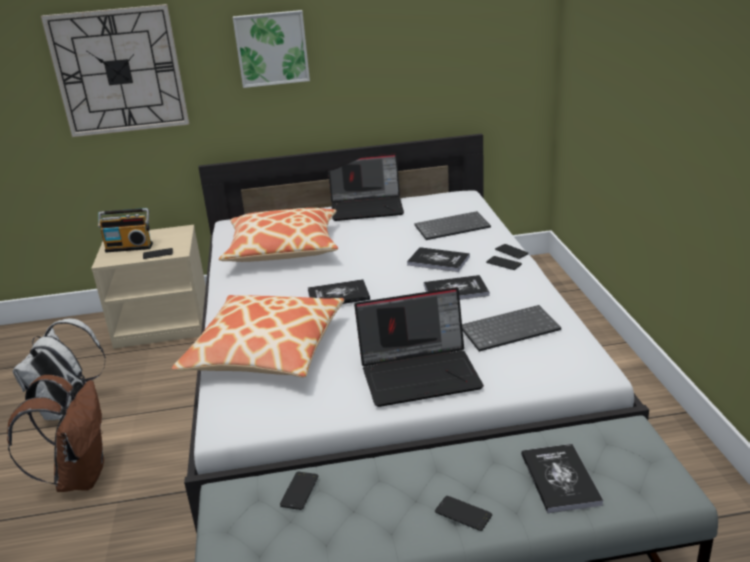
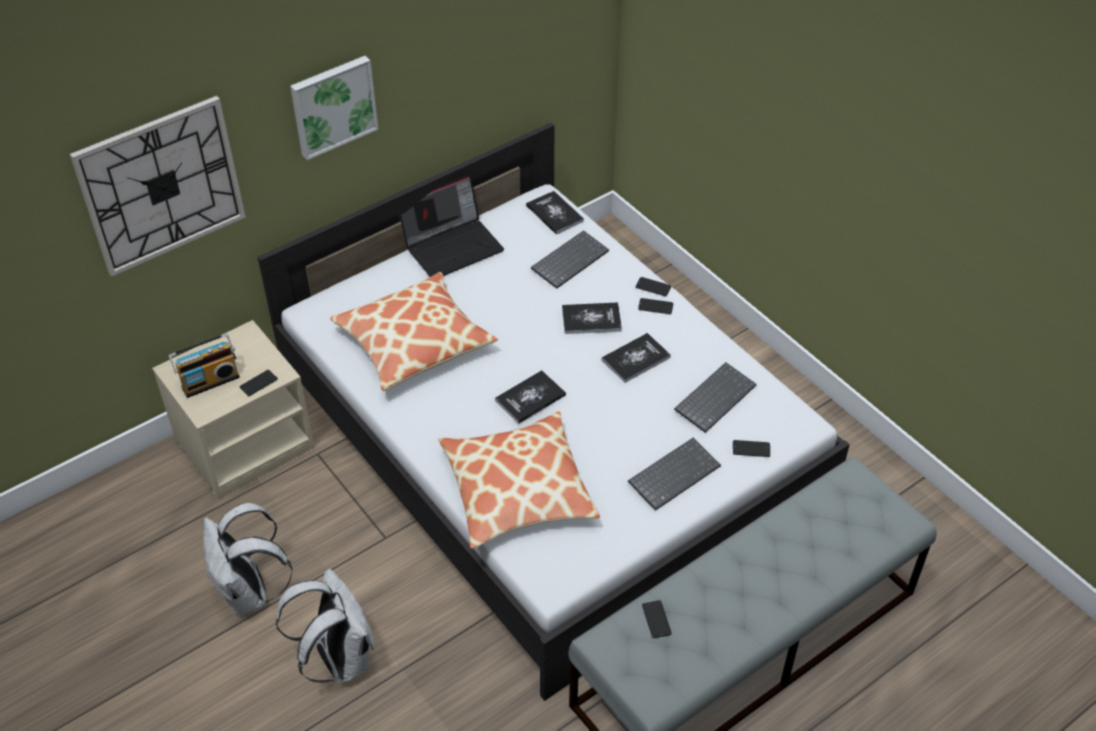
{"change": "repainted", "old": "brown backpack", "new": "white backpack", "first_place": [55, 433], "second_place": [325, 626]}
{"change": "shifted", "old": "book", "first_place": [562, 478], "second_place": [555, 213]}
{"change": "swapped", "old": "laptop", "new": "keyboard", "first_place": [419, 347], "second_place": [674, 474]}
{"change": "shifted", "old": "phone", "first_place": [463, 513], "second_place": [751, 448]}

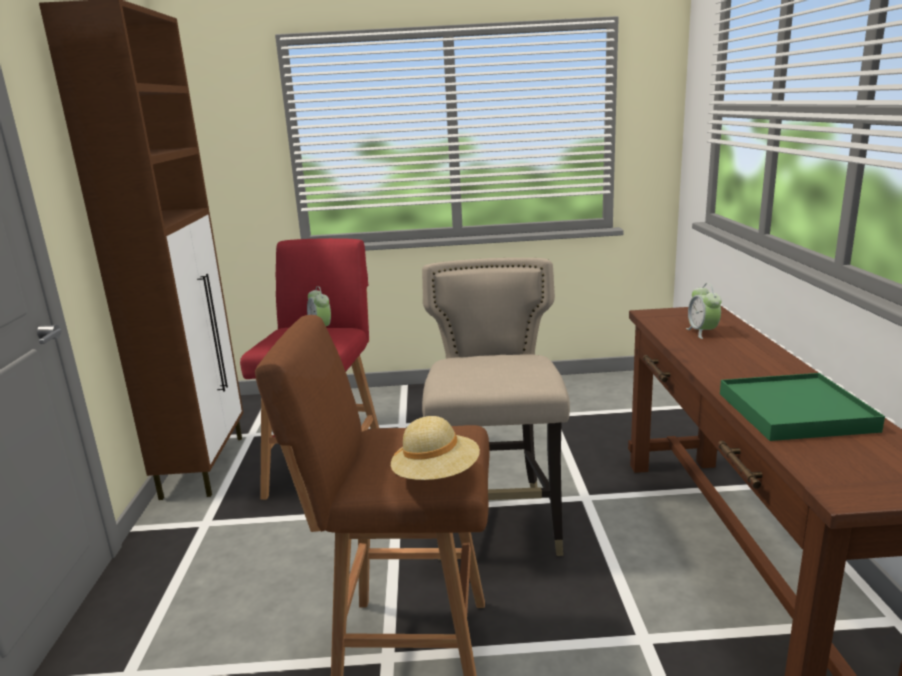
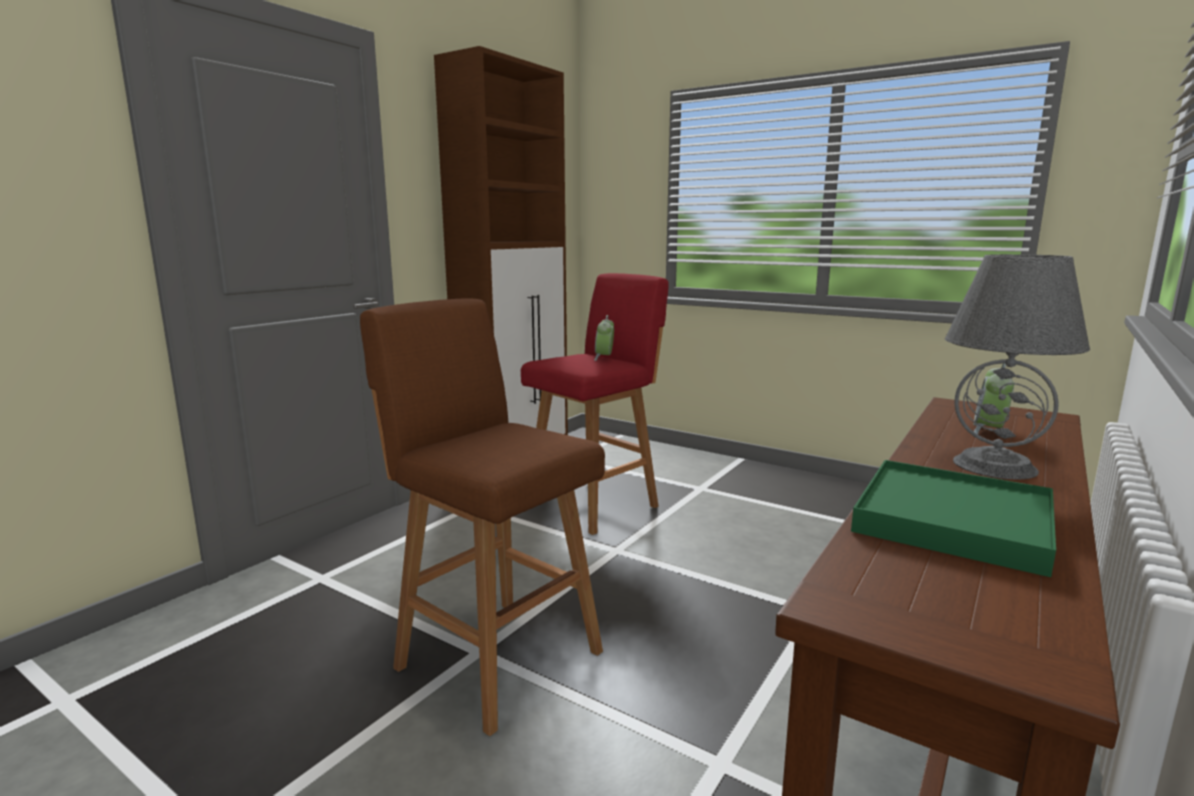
{"change": "new", "new": "grey table lamp", "second_place": [1017, 367]}
{"change": "gone", "old": "beige hat", "first_place": [435, 448]}
{"change": "gone", "old": "beige stool", "first_place": [496, 409]}

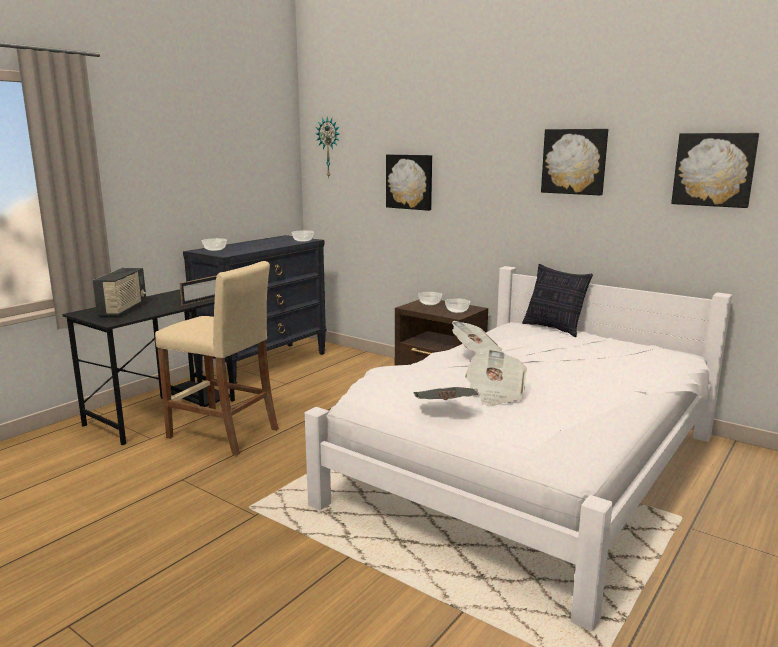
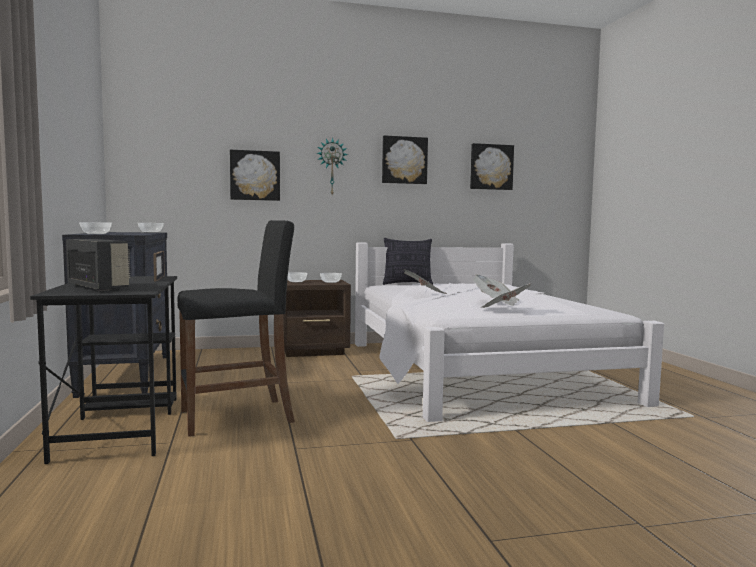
{"change": "repainted", "old": "beige stool", "new": "black stool", "first_place": [217, 358], "second_place": [236, 328]}
{"change": "shifted", "old": "wall clock", "first_place": [328, 148], "second_place": [332, 166]}

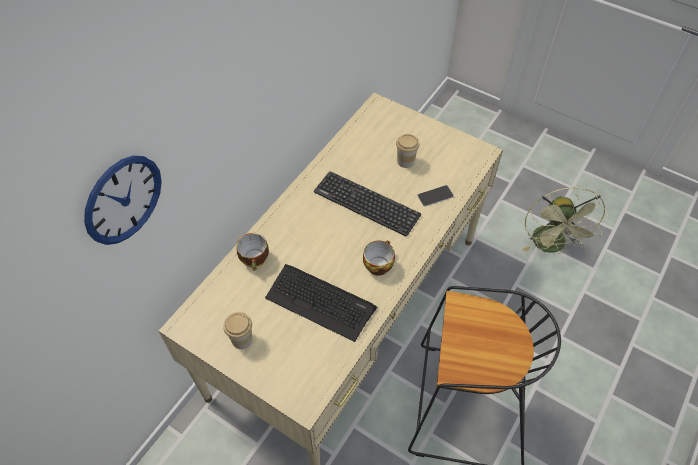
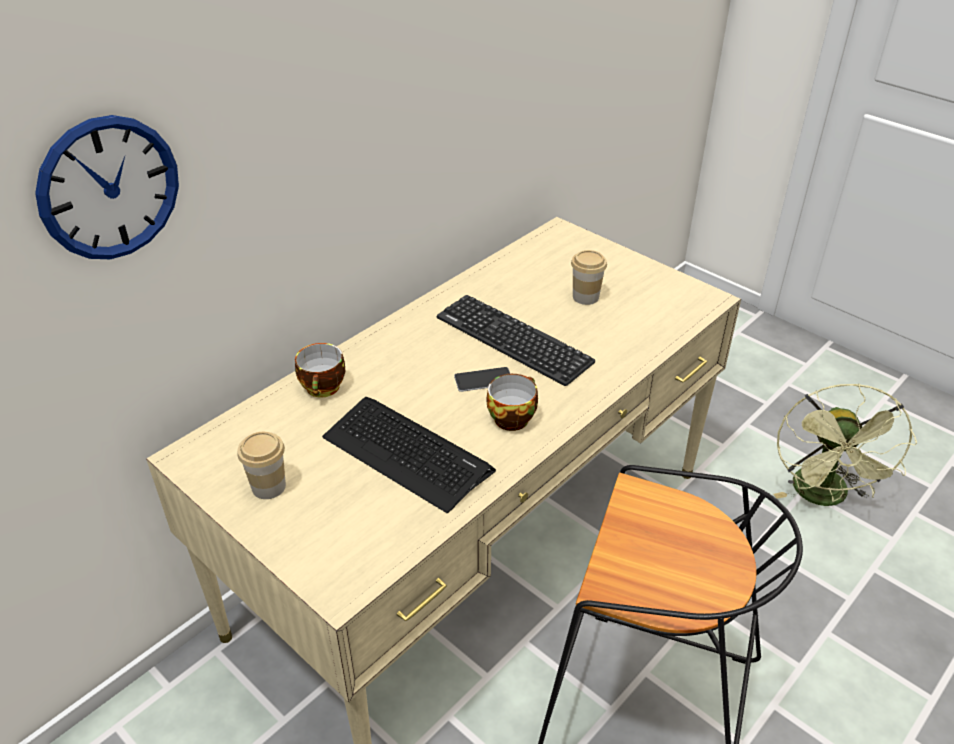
{"change": "shifted", "old": "phone", "first_place": [435, 196], "second_place": [482, 379]}

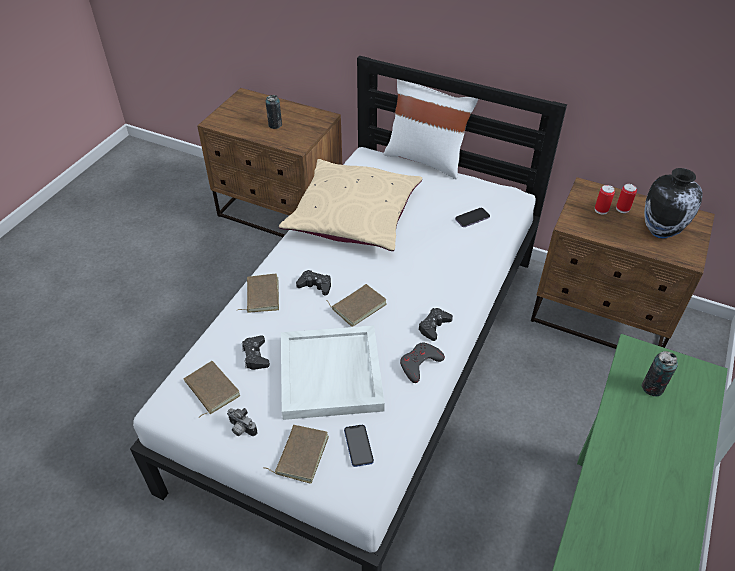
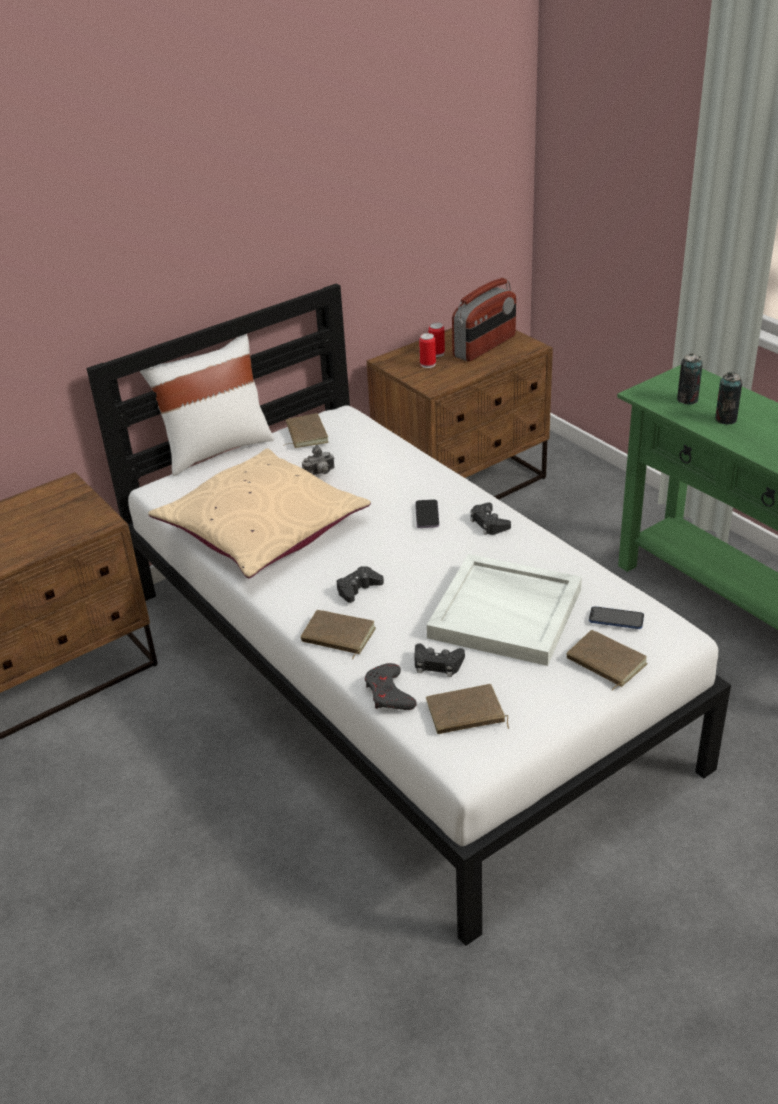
{"change": "shifted", "old": "brown book", "first_place": [356, 305], "second_place": [305, 430]}
{"change": "shifted", "old": "photo camera", "first_place": [242, 422], "second_place": [318, 460]}
{"change": "shifted", "old": "grey game controller", "first_place": [422, 363], "second_place": [391, 686]}
{"change": "shifted", "old": "phone", "first_place": [472, 217], "second_place": [427, 514]}
{"change": "swapped", "old": "vase", "new": "radio", "first_place": [673, 203], "second_place": [484, 320]}
{"change": "shifted", "old": "can", "first_place": [274, 112], "second_place": [728, 399]}

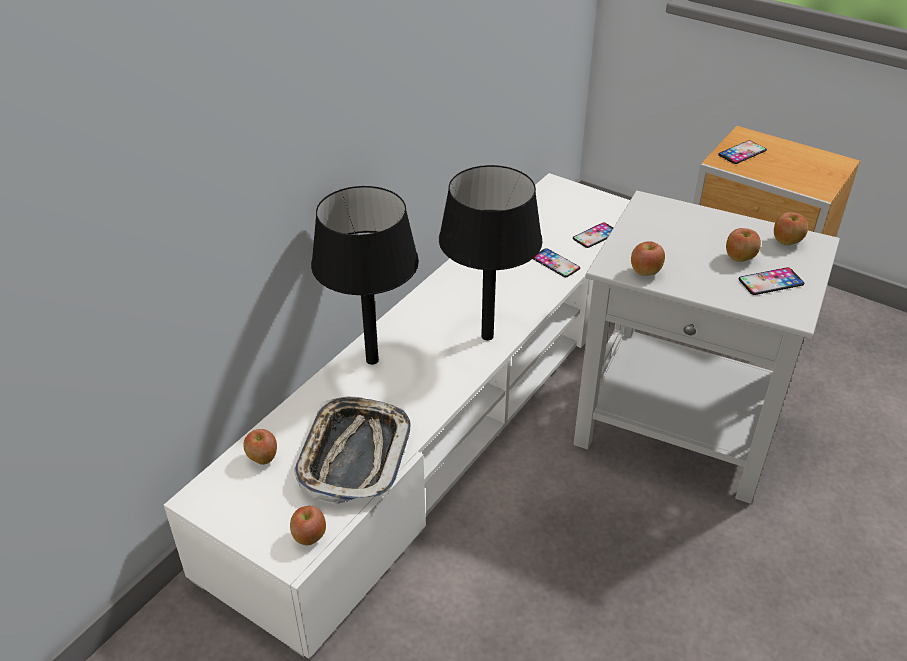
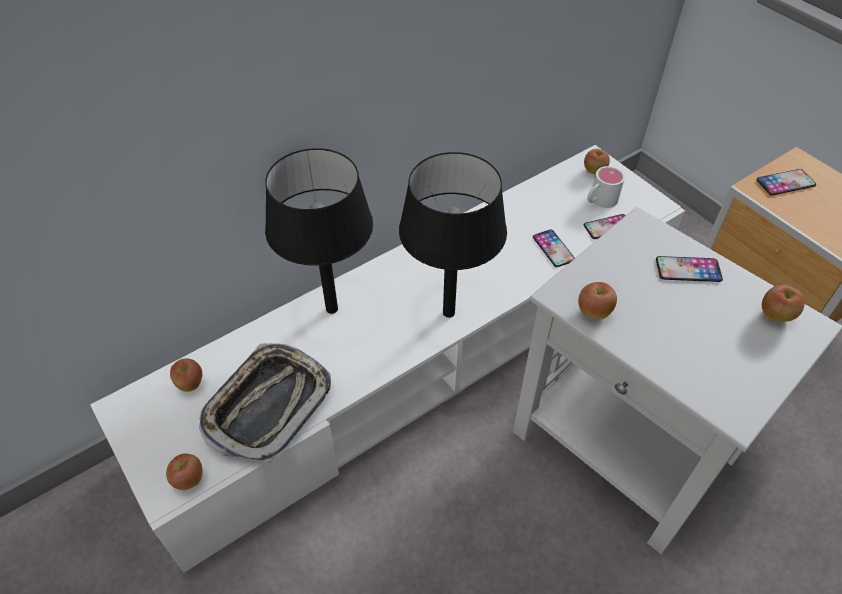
{"change": "shifted", "old": "apple", "first_place": [743, 245], "second_place": [597, 161]}
{"change": "new", "new": "white mug", "second_place": [606, 187]}
{"change": "shifted", "old": "phone", "first_place": [771, 281], "second_place": [689, 269]}

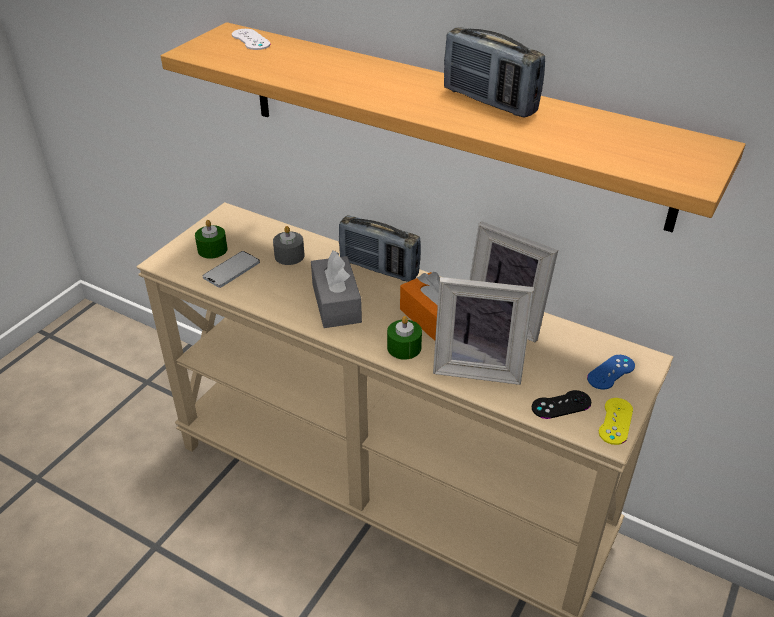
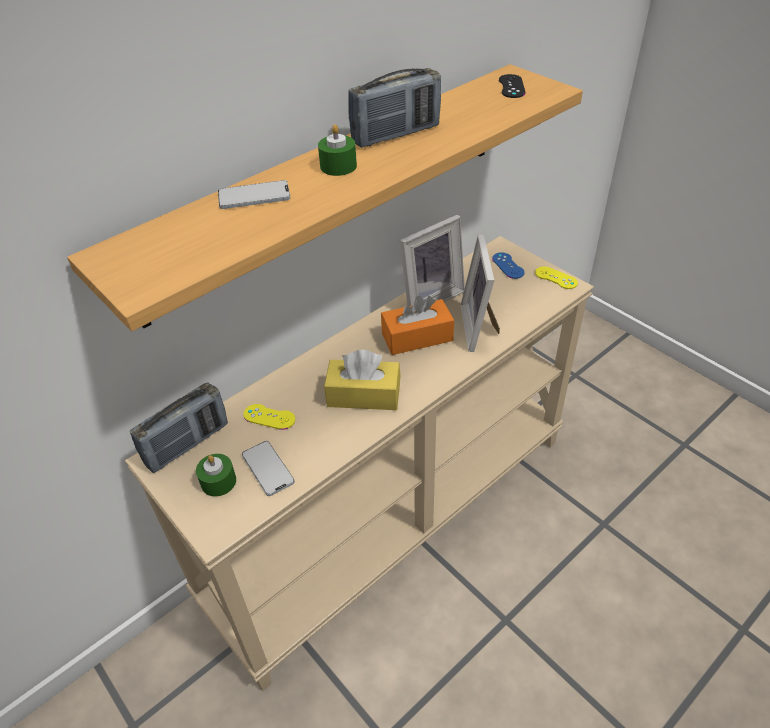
{"change": "shifted", "old": "radio", "first_place": [380, 248], "second_place": [179, 427]}
{"change": "new", "new": "phone", "second_place": [254, 194]}
{"change": "swapped", "old": "grey candle", "new": "yellow game controller", "first_place": [289, 245], "second_place": [269, 417]}
{"change": "shifted", "old": "green candle", "first_place": [404, 338], "second_place": [337, 150]}
{"change": "repainted", "old": "grey tissue box", "new": "yellow tissue box", "first_place": [336, 289], "second_place": [362, 380]}
{"change": "rotated", "old": "picture frame", "first_place": [483, 331], "second_place": [480, 293], "degrees": 150}
{"change": "shifted", "old": "black game controller", "first_place": [561, 404], "second_place": [512, 86]}
{"change": "gone", "old": "white game controller", "first_place": [251, 39]}

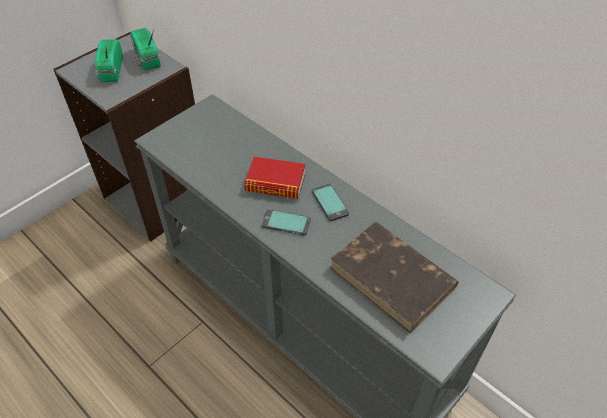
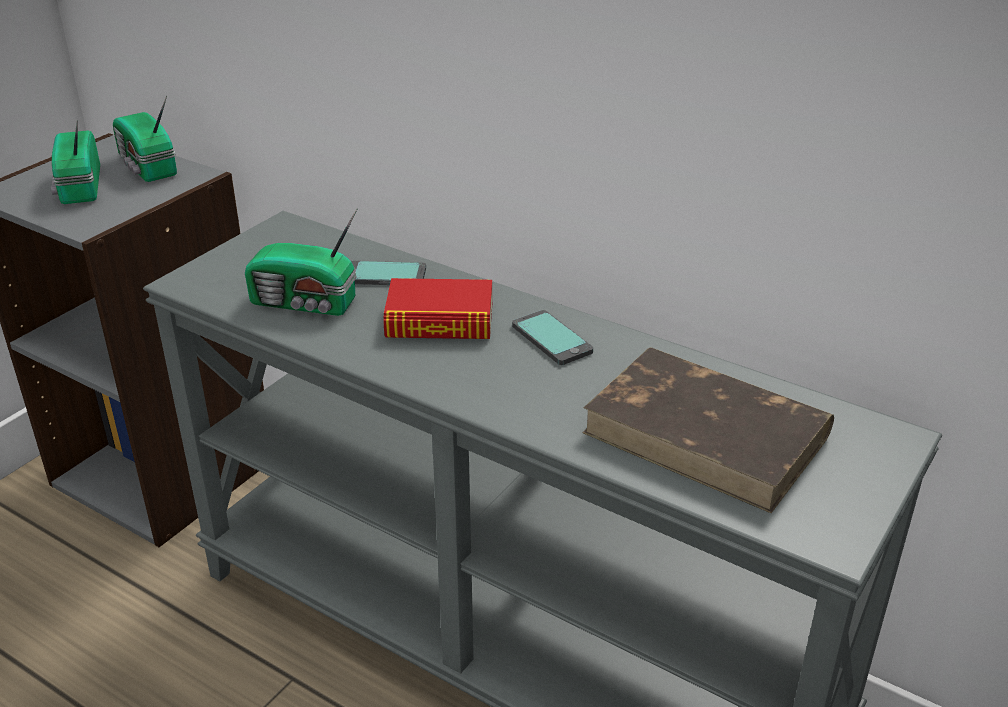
{"change": "new", "new": "radio", "second_place": [301, 262]}
{"change": "shifted", "old": "phone", "first_place": [286, 222], "second_place": [388, 273]}

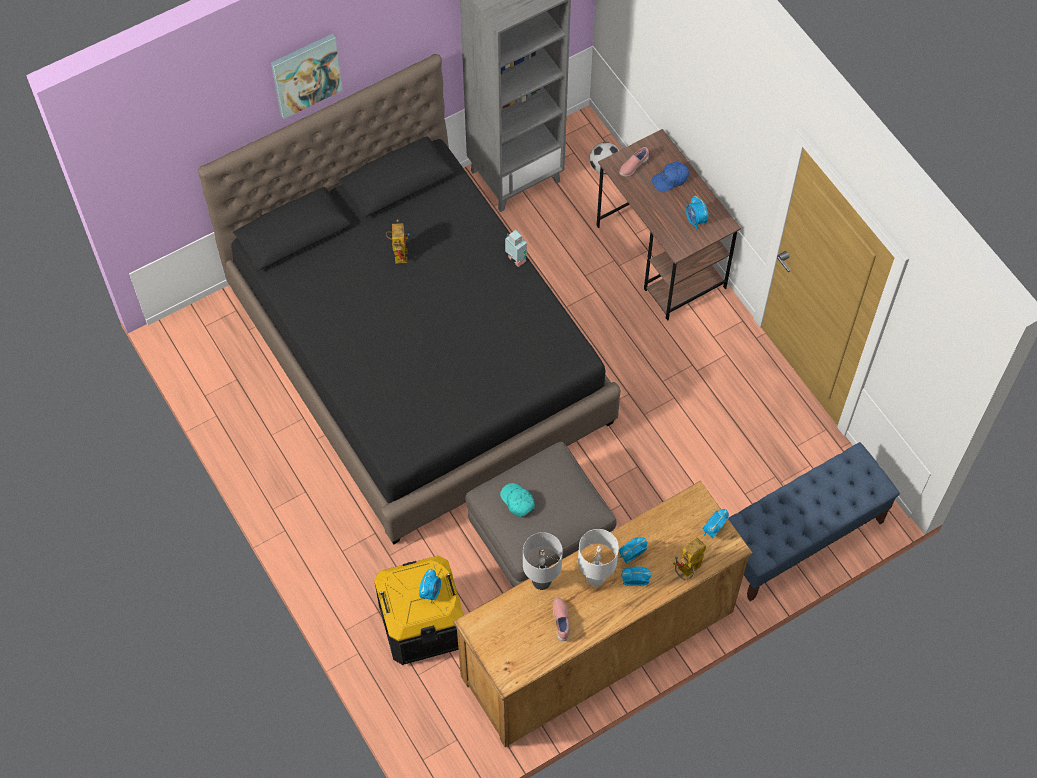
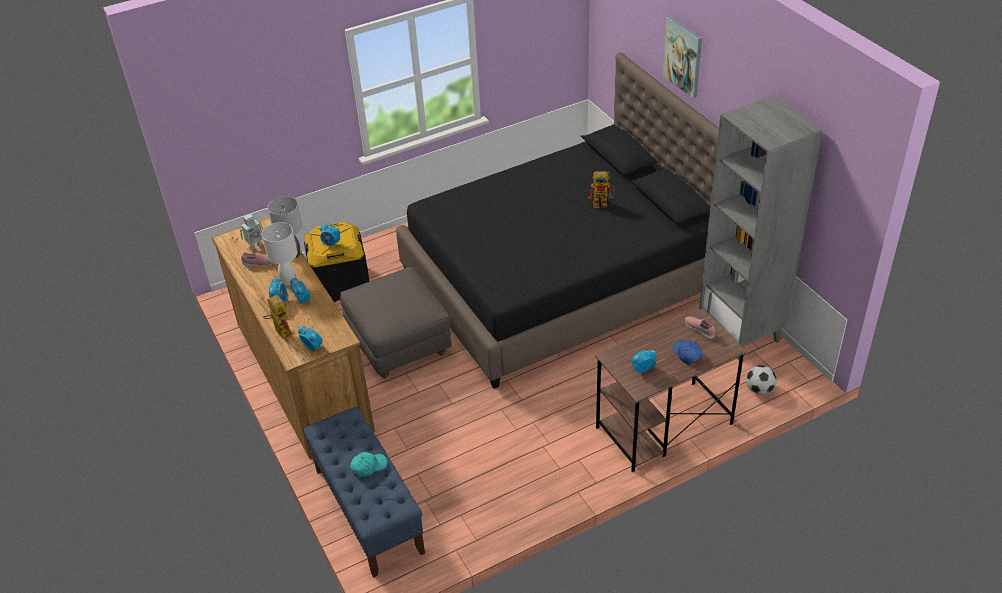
{"change": "shifted", "old": "toy robot", "first_place": [516, 248], "second_place": [252, 234]}
{"change": "shifted", "old": "turquoise cap", "first_place": [517, 500], "second_place": [368, 464]}

